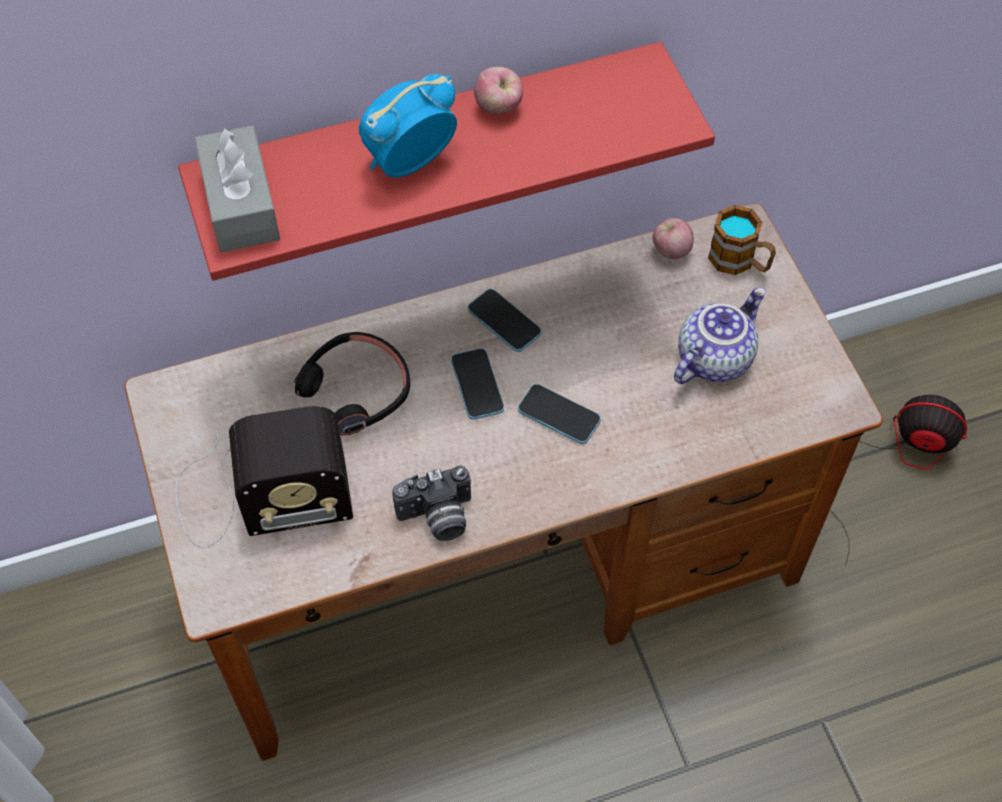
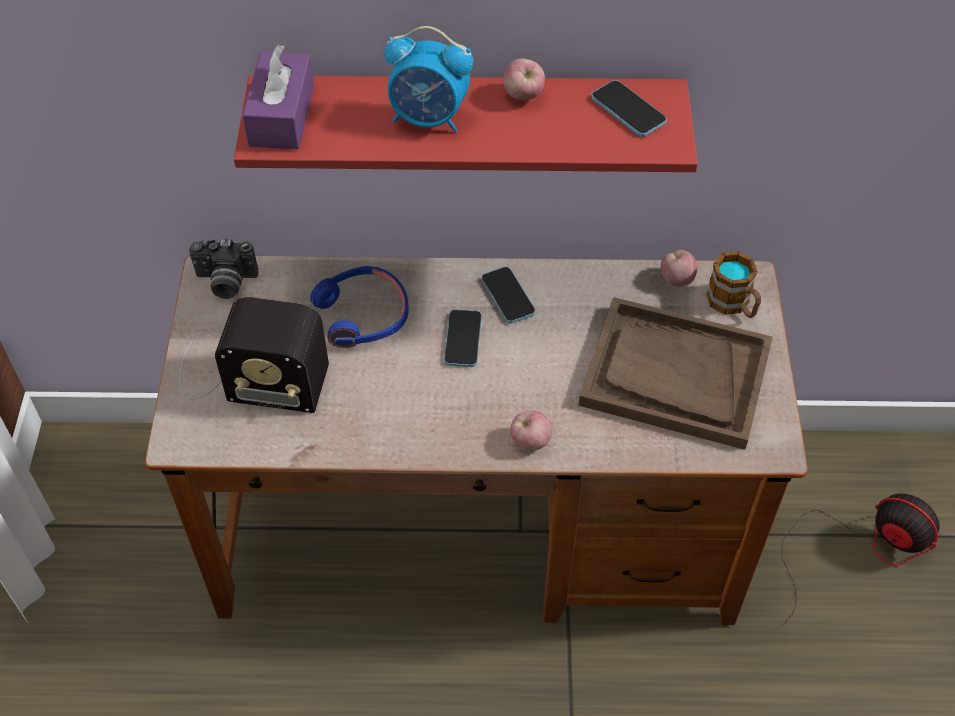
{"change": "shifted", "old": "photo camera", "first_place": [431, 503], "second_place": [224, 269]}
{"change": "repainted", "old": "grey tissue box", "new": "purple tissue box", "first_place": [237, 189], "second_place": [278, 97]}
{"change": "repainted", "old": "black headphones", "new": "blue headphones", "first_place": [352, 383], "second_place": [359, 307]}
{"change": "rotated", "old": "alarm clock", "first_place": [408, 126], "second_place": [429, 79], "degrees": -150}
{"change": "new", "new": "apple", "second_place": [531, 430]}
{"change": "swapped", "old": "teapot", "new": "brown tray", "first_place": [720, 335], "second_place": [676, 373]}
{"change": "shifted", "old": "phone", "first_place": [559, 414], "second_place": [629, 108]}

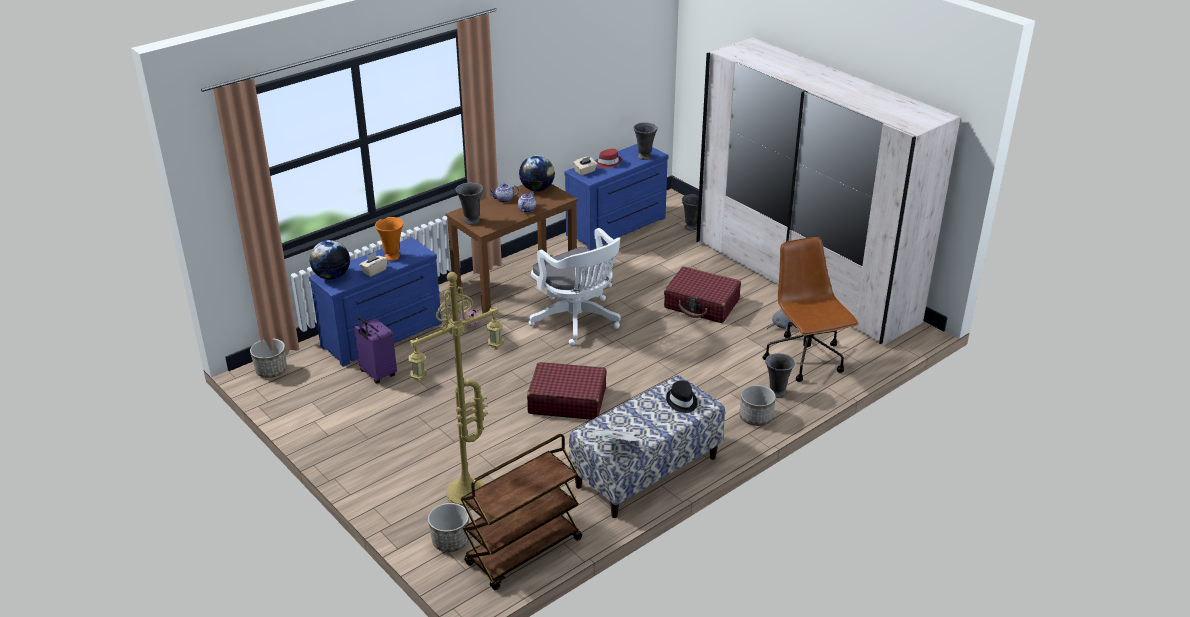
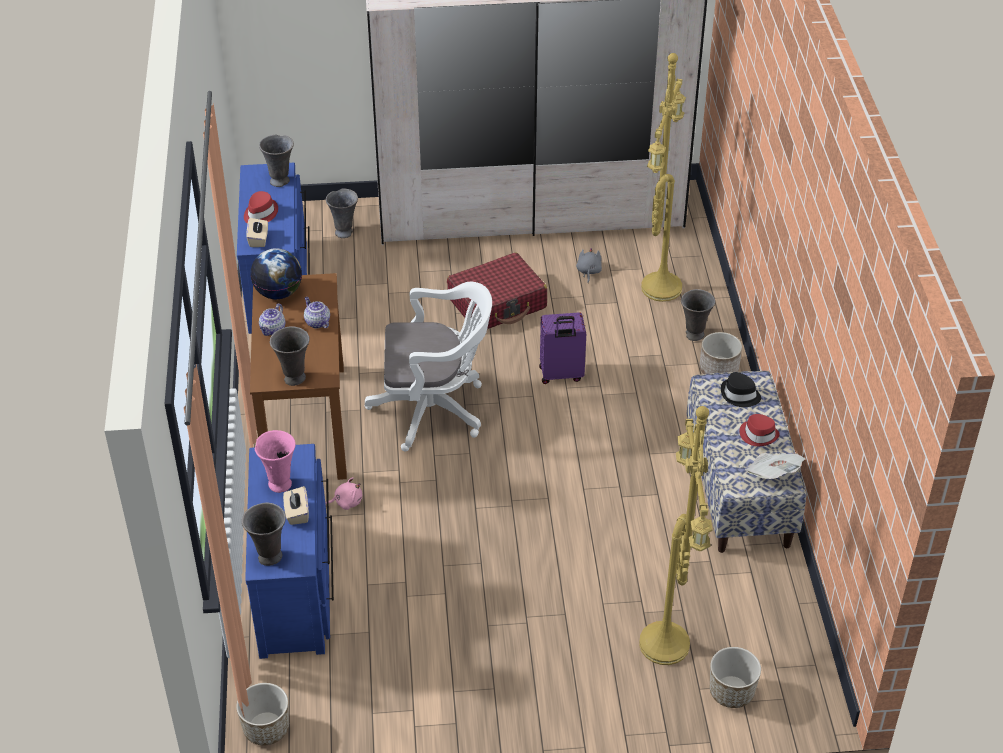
{"change": "swapped", "old": "globe", "new": "grey vase", "first_place": [330, 260], "second_place": [264, 534]}
{"change": "repainted", "old": "orange vase", "new": "pink vase", "first_place": [389, 239], "second_place": [275, 461]}
{"change": "shifted", "old": "purple suitcase", "first_place": [375, 350], "second_place": [562, 348]}
{"change": "swapped", "old": "brown office chair", "new": "yellow floor lamp", "first_place": [810, 309], "second_place": [663, 177]}
{"change": "new", "new": "red hat", "second_place": [760, 430]}
{"change": "gone", "old": "brown cart", "first_place": [521, 512]}
{"change": "gone", "old": "red suitcase", "first_place": [567, 391]}

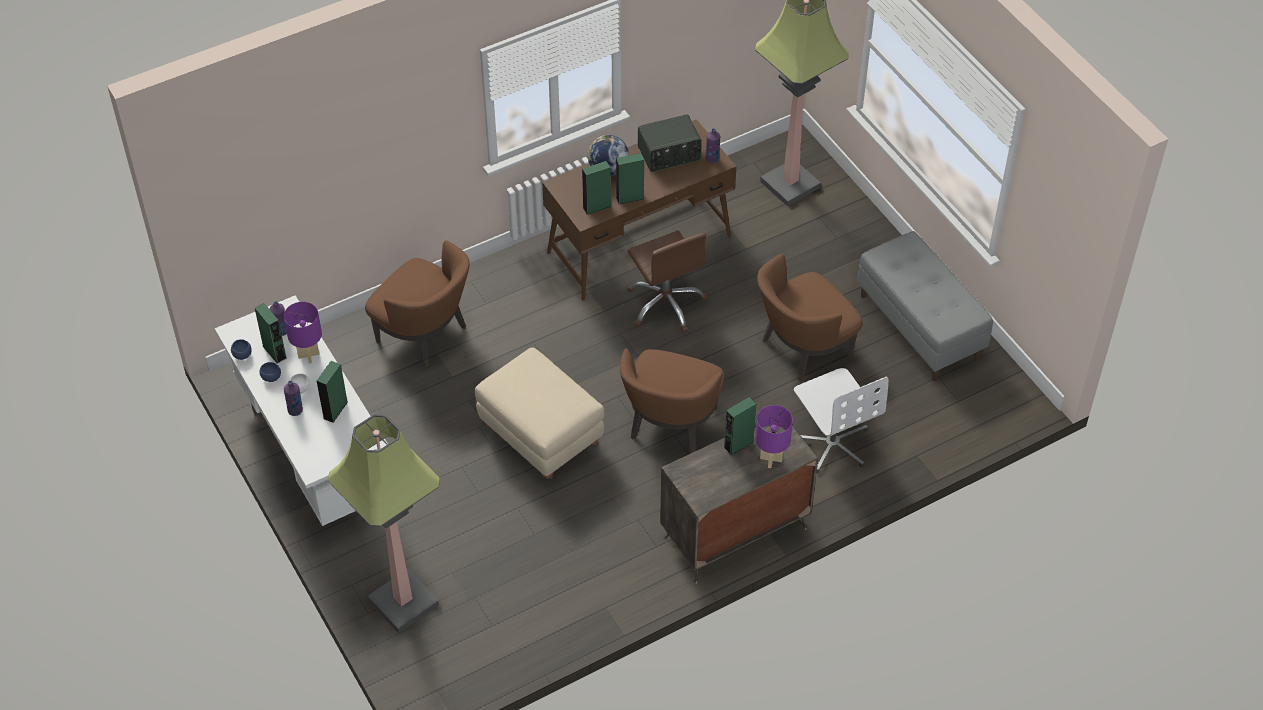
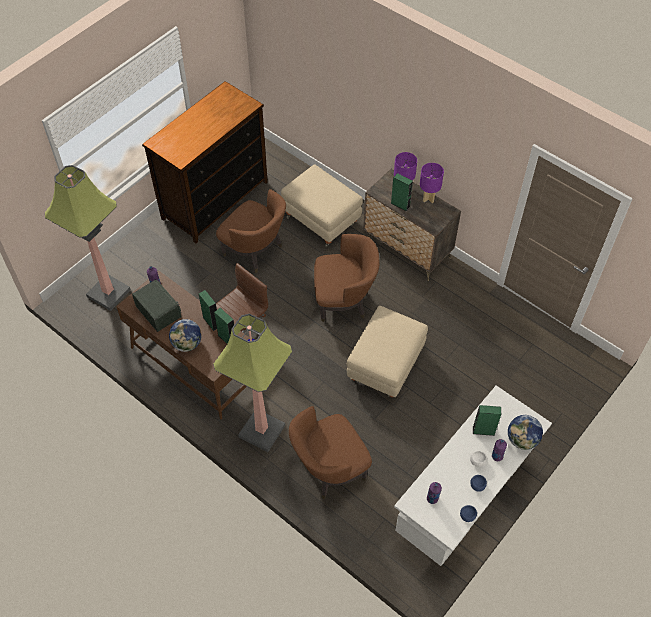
{"change": "swapped", "old": "grey bench", "new": "dresser", "first_place": [925, 306], "second_place": [205, 162]}
{"change": "shifted", "old": "floor lamp", "first_place": [384, 523], "second_place": [252, 382]}
{"change": "swapped", "old": "white office chair", "new": "beige ottoman", "first_place": [841, 420], "second_place": [322, 205]}
{"change": "rotated", "old": "brown armchair", "first_place": [417, 303], "second_place": [330, 452], "degrees": -135}
{"change": "shifted", "old": "purple table lamp", "first_place": [303, 333], "second_place": [432, 183]}
{"change": "new", "new": "globe", "second_place": [525, 432]}
{"change": "gone", "old": "green speaker", "first_place": [271, 333]}

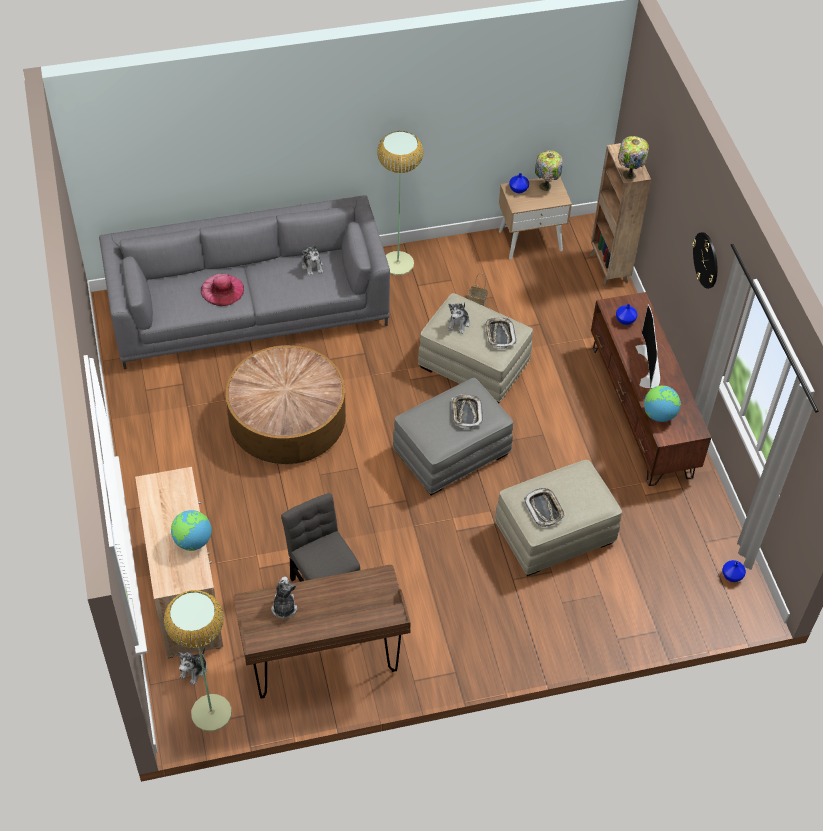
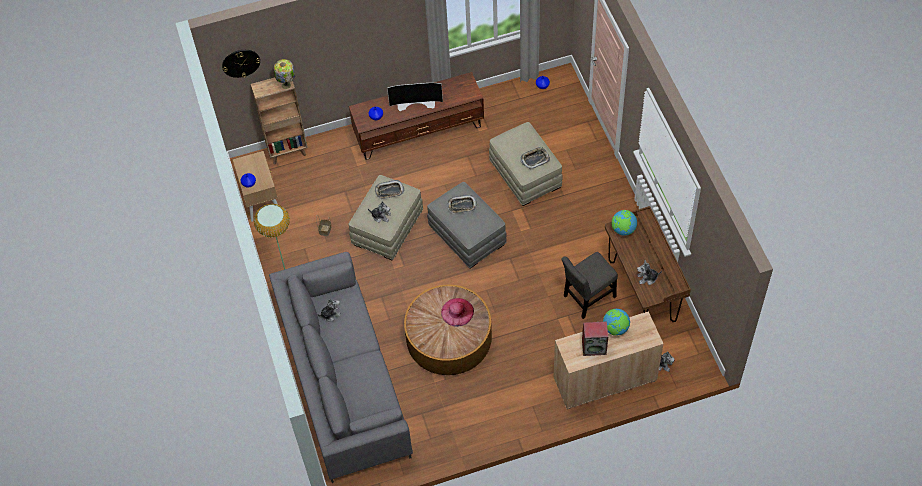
{"change": "shifted", "old": "wall clock", "first_place": [704, 260], "second_place": [241, 64]}
{"change": "shifted", "old": "pink hat", "first_place": [222, 290], "second_place": [457, 312]}
{"change": "new", "new": "speaker", "second_place": [595, 338]}
{"change": "shifted", "old": "globe", "first_place": [662, 404], "second_place": [624, 223]}
{"change": "gone", "old": "floor lamp", "first_place": [198, 661]}
{"change": "gone", "old": "table lamp", "first_place": [549, 170]}

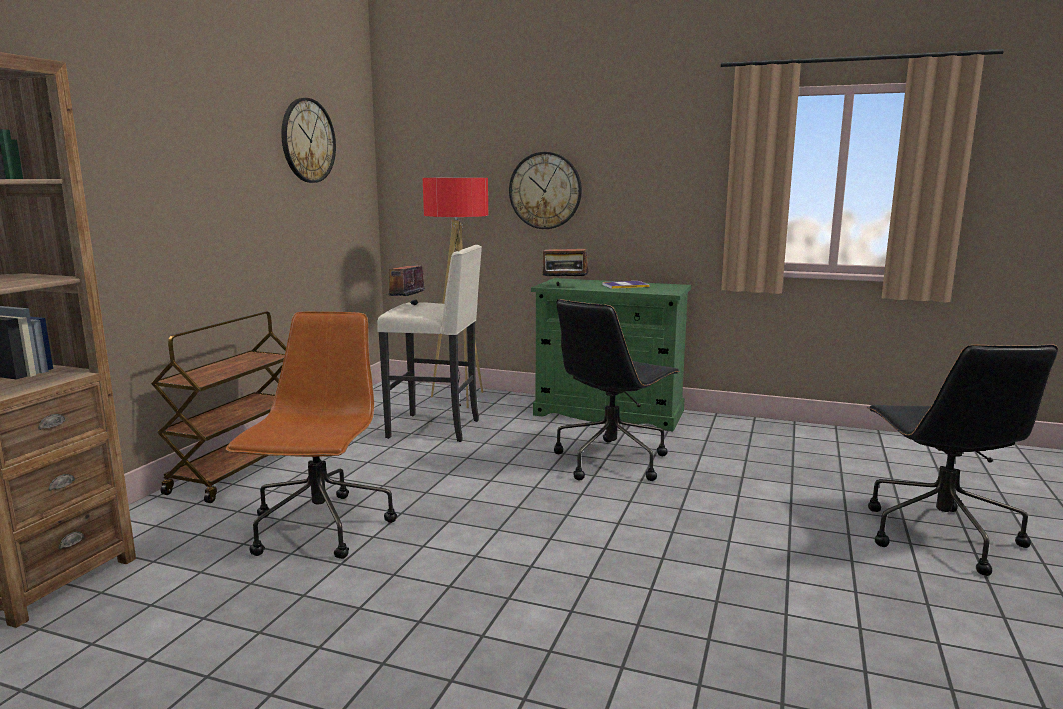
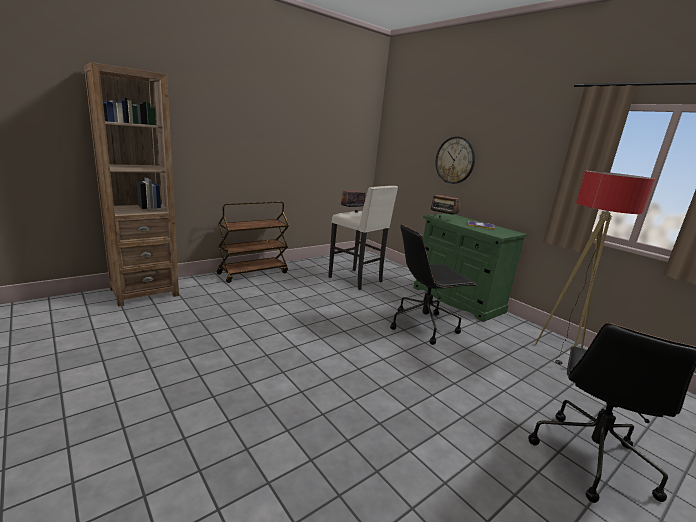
{"change": "shifted", "old": "floor lamp", "first_place": [455, 293], "second_place": [595, 268]}
{"change": "gone", "old": "brown office chair", "first_place": [311, 435]}
{"change": "gone", "old": "wall clock", "first_place": [308, 140]}

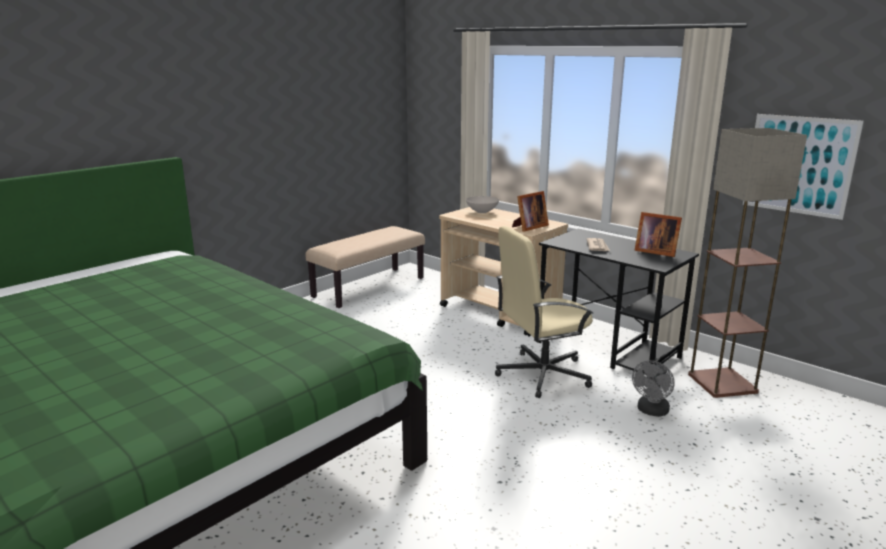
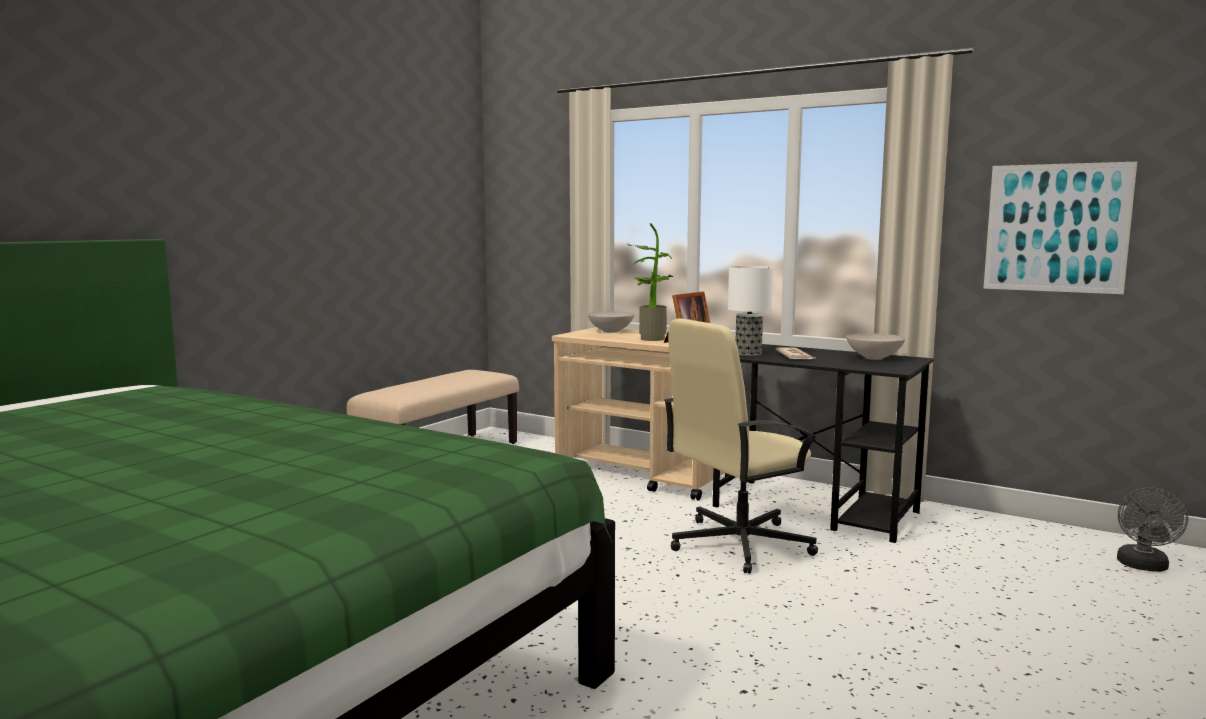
{"change": "new", "new": "potted plant", "second_place": [650, 282]}
{"change": "new", "new": "table lamp", "second_place": [750, 311]}
{"change": "swapped", "old": "picture frame", "new": "white bowl", "first_place": [658, 234], "second_place": [876, 346]}
{"change": "shifted", "old": "grey fan", "first_place": [653, 388], "second_place": [1152, 529]}
{"change": "gone", "old": "floor lamp", "first_place": [747, 263]}

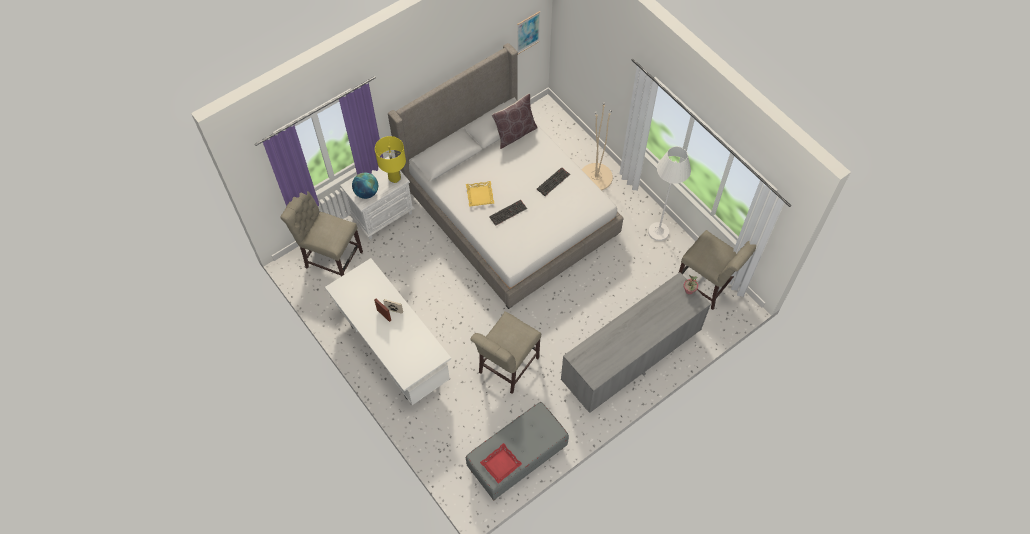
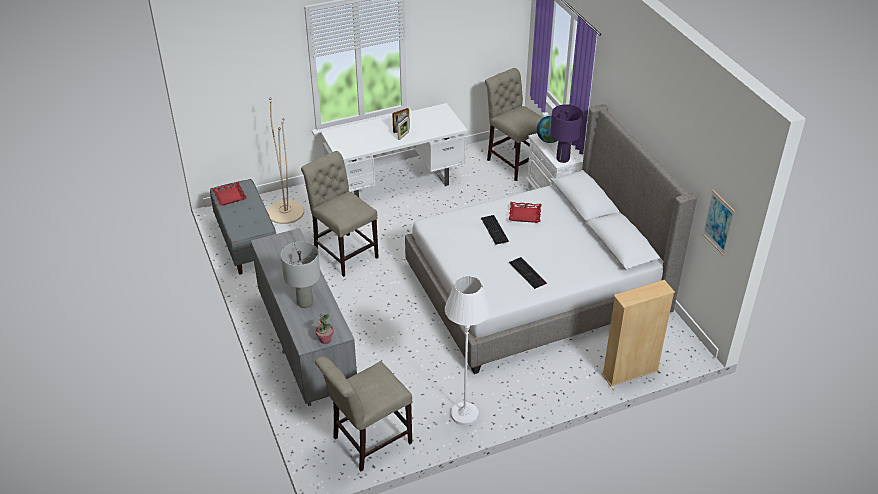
{"change": "shifted", "old": "beige floor lamp", "first_place": [597, 146], "second_place": [285, 160]}
{"change": "new", "new": "grey table lamp", "second_place": [300, 274]}
{"change": "rotated", "old": "beige chair", "first_place": [321, 233], "second_place": [514, 124], "degrees": -75}
{"change": "repainted", "old": "yellow tray", "new": "red tray", "first_place": [480, 194], "second_place": [525, 212]}
{"change": "repainted", "old": "yellow table lamp", "new": "purple table lamp", "first_place": [390, 159], "second_place": [566, 133]}
{"change": "new", "new": "beige bookcase", "second_place": [638, 333]}
{"change": "gone", "old": "brown pillow", "first_place": [515, 121]}

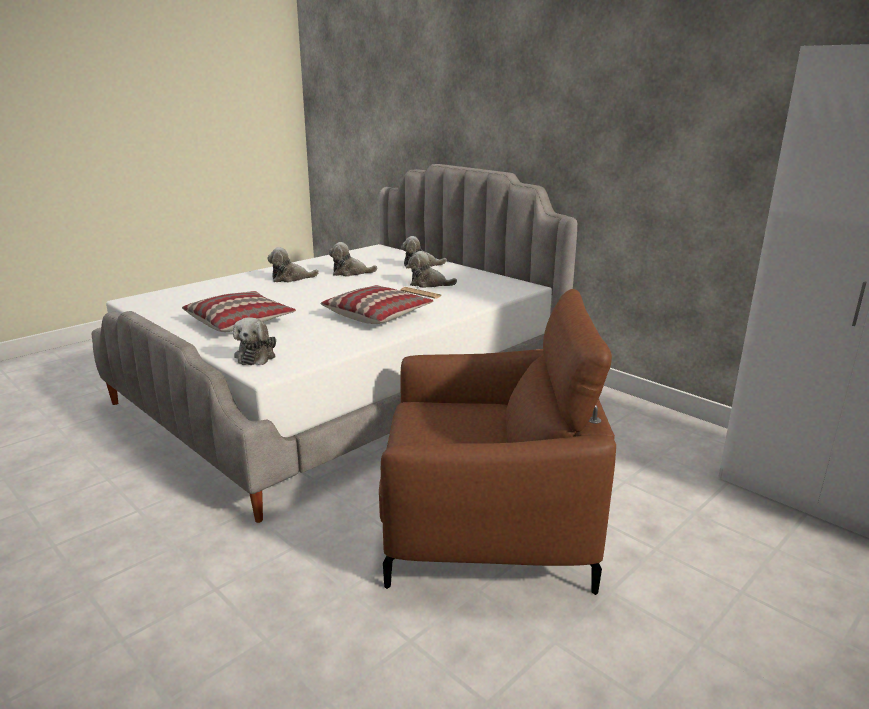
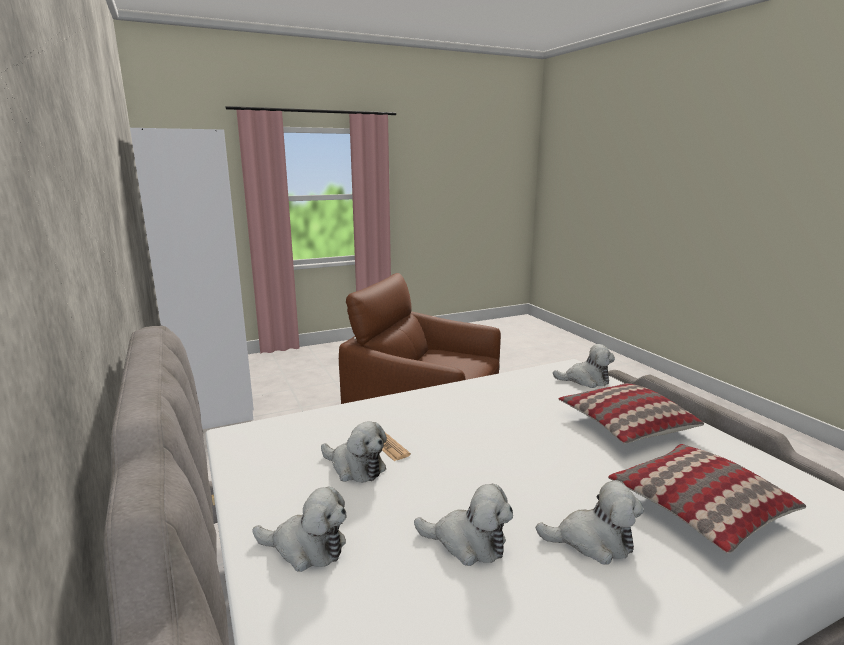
{"change": "rotated", "old": "plush toy", "first_place": [254, 341], "second_place": [584, 366], "degrees": 75}
{"change": "shifted", "old": "pillow", "first_place": [377, 304], "second_place": [707, 498]}

